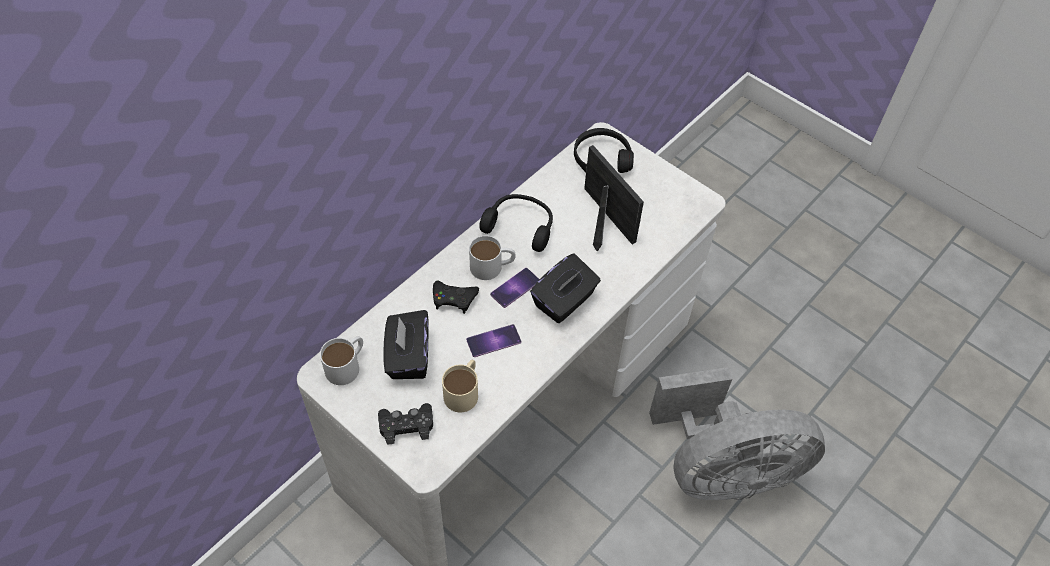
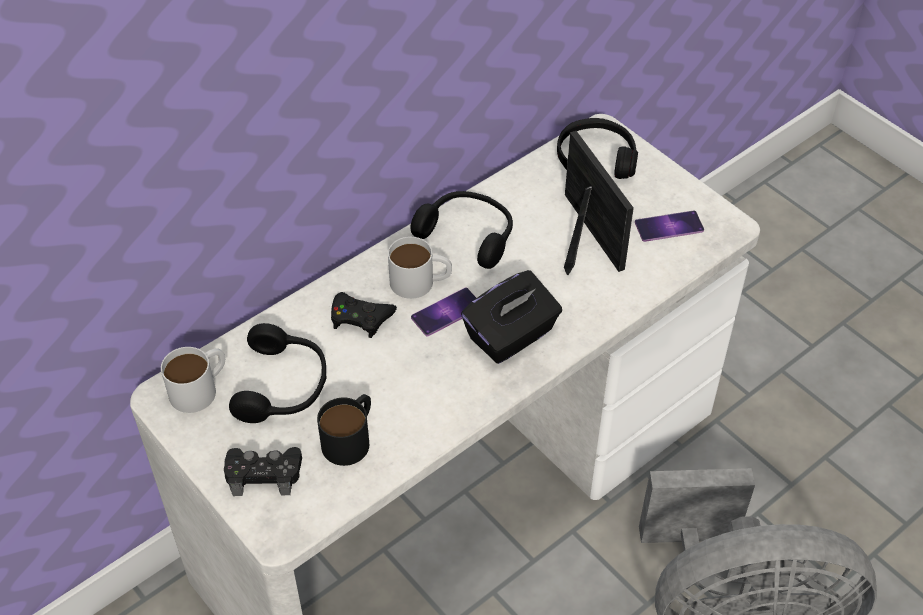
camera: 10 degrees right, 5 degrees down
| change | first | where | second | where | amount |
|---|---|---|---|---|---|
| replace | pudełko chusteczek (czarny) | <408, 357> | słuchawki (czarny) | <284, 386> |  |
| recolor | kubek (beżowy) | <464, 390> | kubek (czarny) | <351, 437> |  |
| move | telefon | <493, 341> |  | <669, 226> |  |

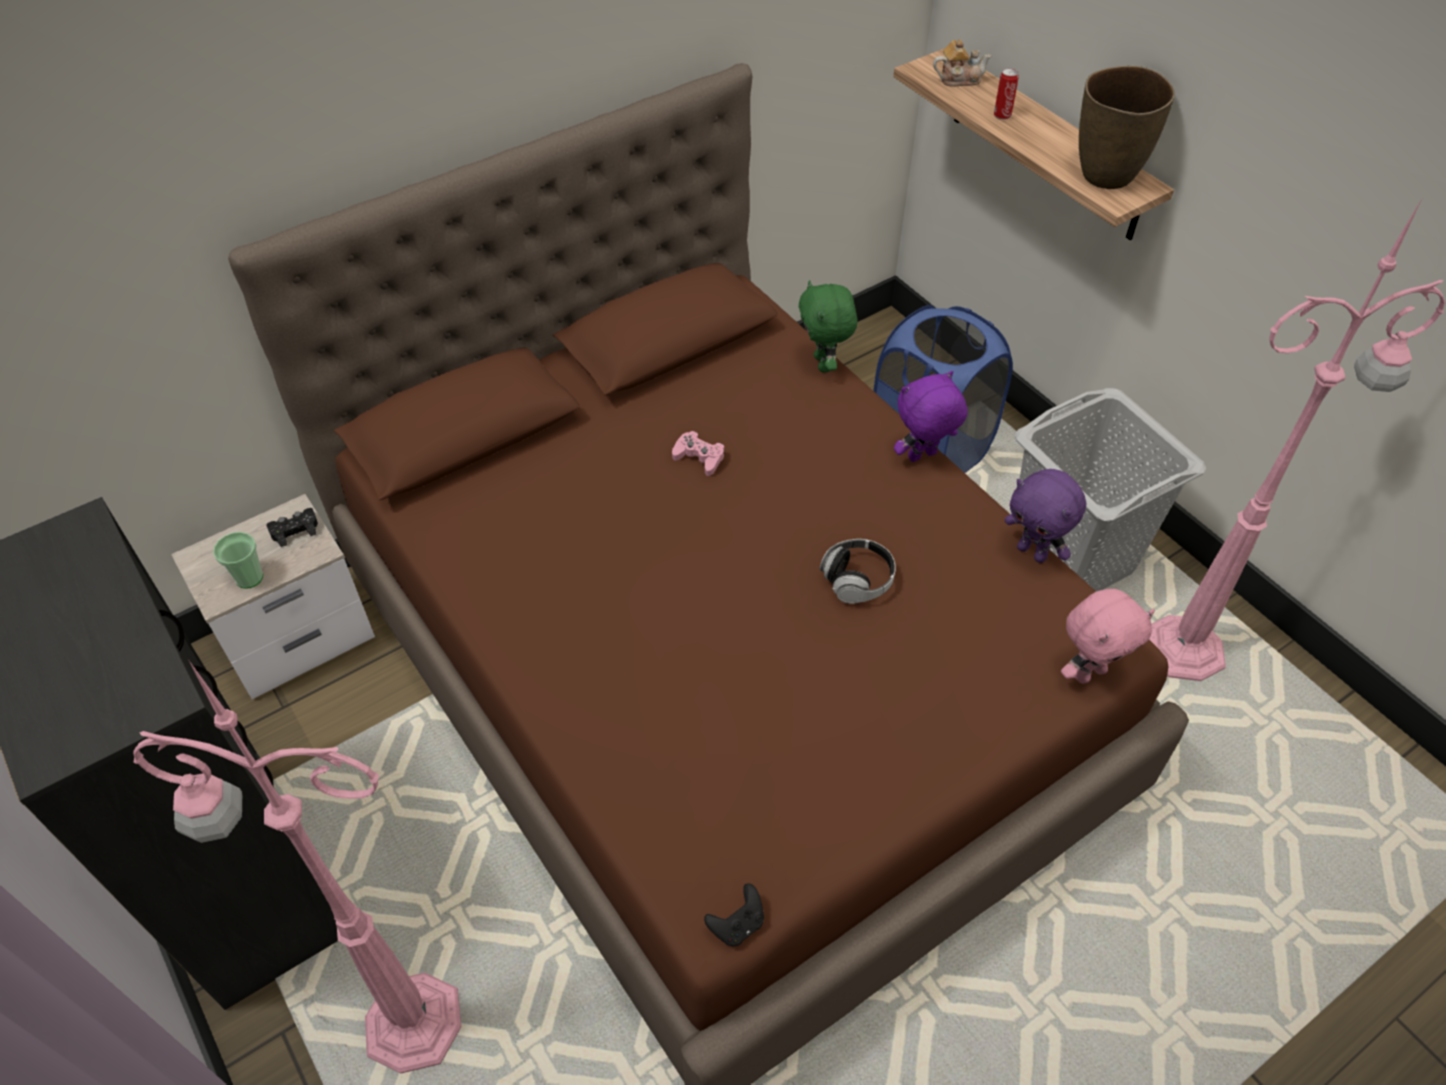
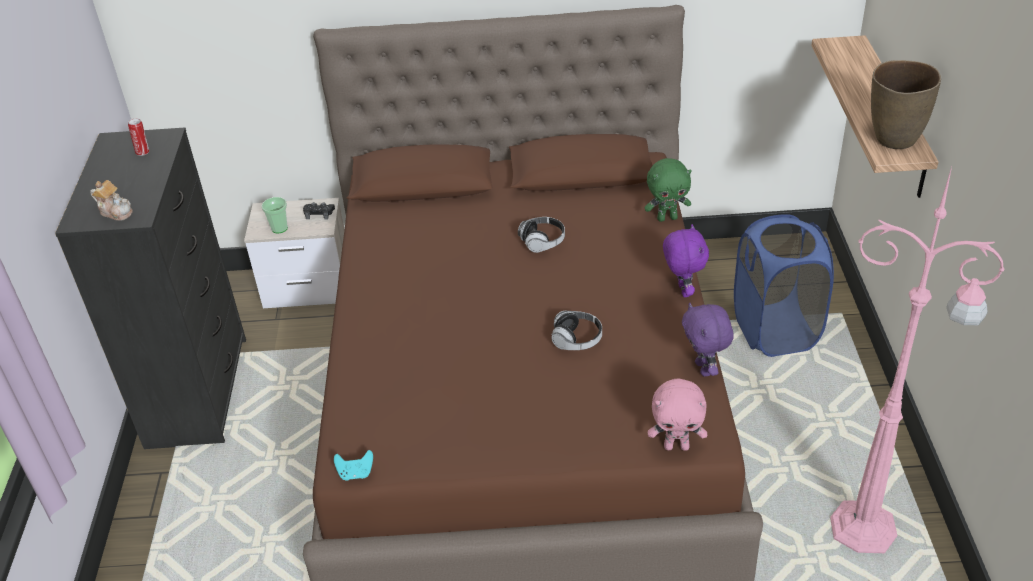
camera: 35 degrees right, 10 degrees down
| change | first | where | second | where | amount |
|---|---|---|---|---|---|
| move | imbryk | <959, 79> |  | <116, 212> |  |
| move | puszka | <1002, 115> |  | <143, 152> |  |
| recolor | pad do gier (czarny) | <737, 925> | pad do gier (turkusowy) | <355, 473> |  |
| replace | pad do gier (różowy) | <699, 457> | słuchawki | <542, 242> |  |
| rotate | pluszak (zielony) | <824, 364> |  | <667, 218> | 120 degrees counterclockwise |
| rotate | pluszak (fioletowy) | <922, 457> |  | <682, 290> | 75 degrees clockwise |
| delete | lampa stojąca (różowy) | <408, 1022> |  |  |  |
| delete | kosz na pranie (szary) | <1070, 559> |  |  |  |

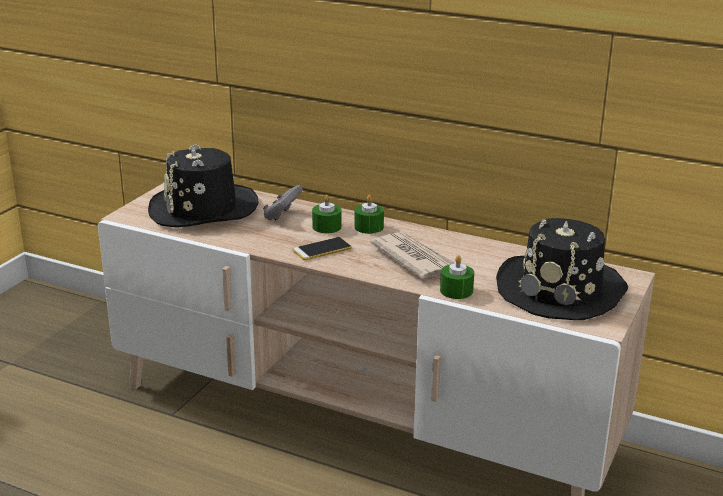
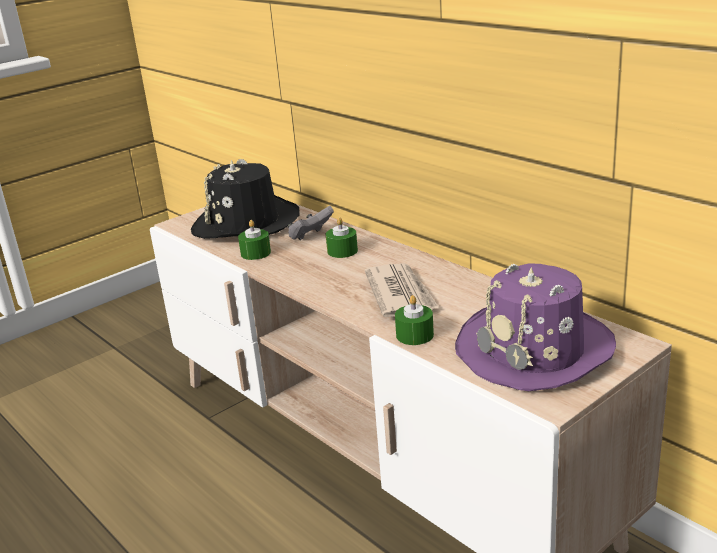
camera: 25 degrees right, 0 degrees up
| change | first | where | second | where | amount |
|---|---|---|---|---|---|
| move | świeca (zielony) | <369, 227> |  | <255, 253> |  |
| recolor | kapelusz (czarny) | <561, 290> | kapelusz (fioletowy) | <536, 350> |  |
| delete | telefon | <322, 249> |  |  |  |

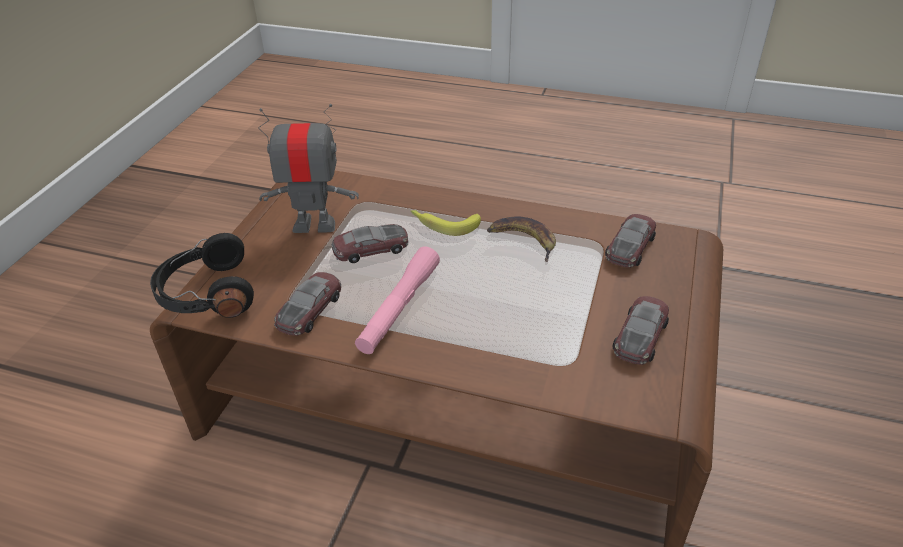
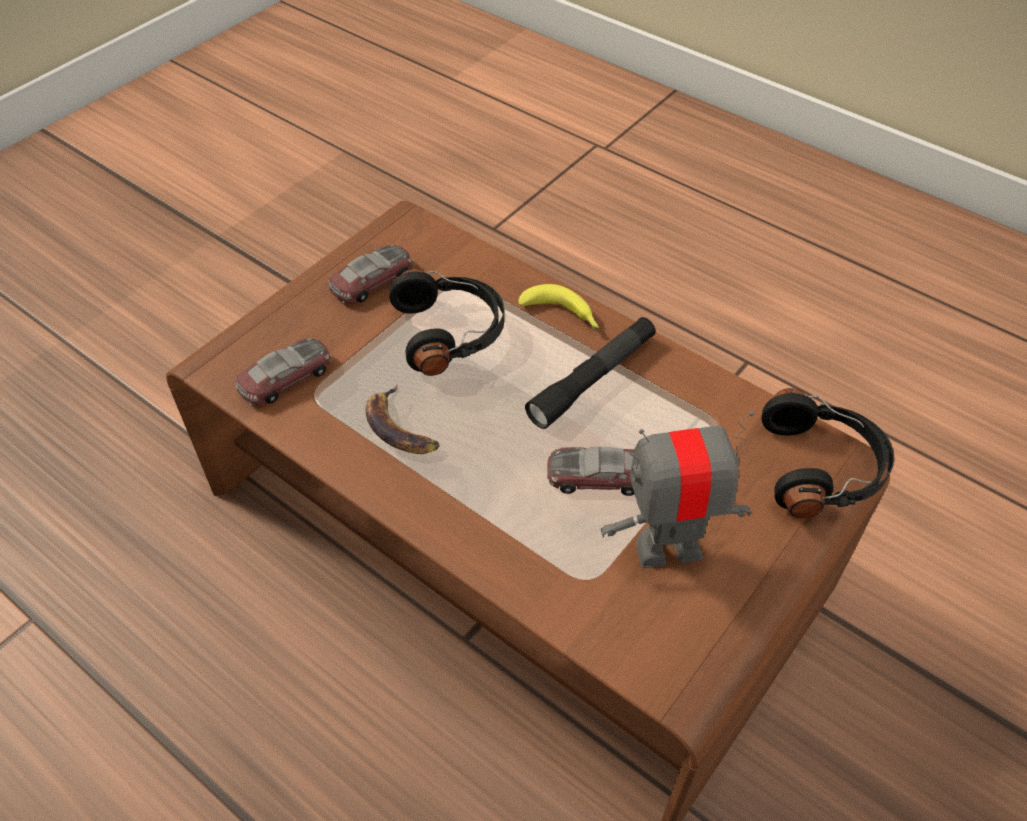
camera: 160 degrees left, 10 degrees up
| change | first | where | second | where | amount |
|---|---|---|---|---|---|
| insert |  |  | słuchawki (czarny) | <451, 333> |  |
| move | banan | <444, 224> |  | <562, 315> |  |
| recolor | latarka (różowy) | <399, 308> | latarka (czarny) | <592, 379> |  |
| rotate | robot zabawkowy | <314, 225> |  | <668, 548> | 150 degrees clockwise |
| delete | samochodzik | <310, 309> |  |  |  |

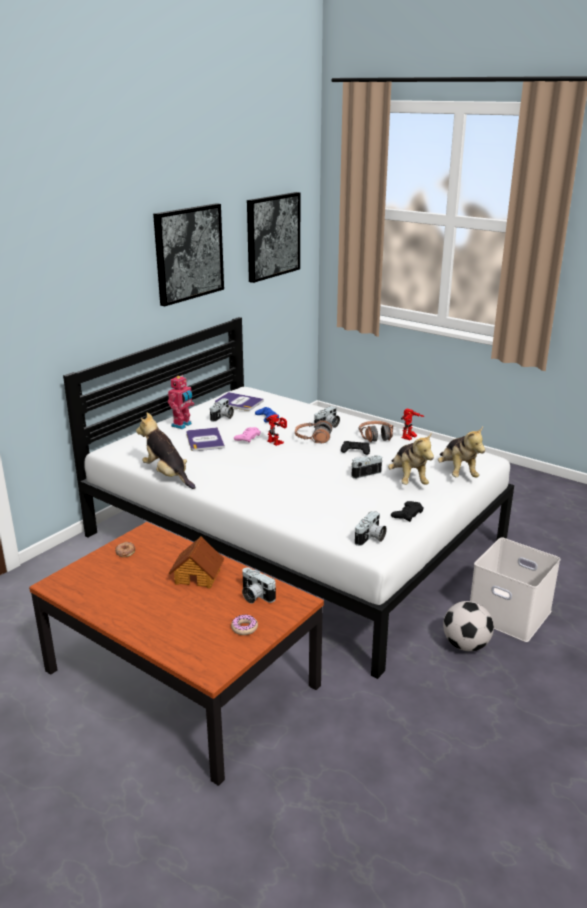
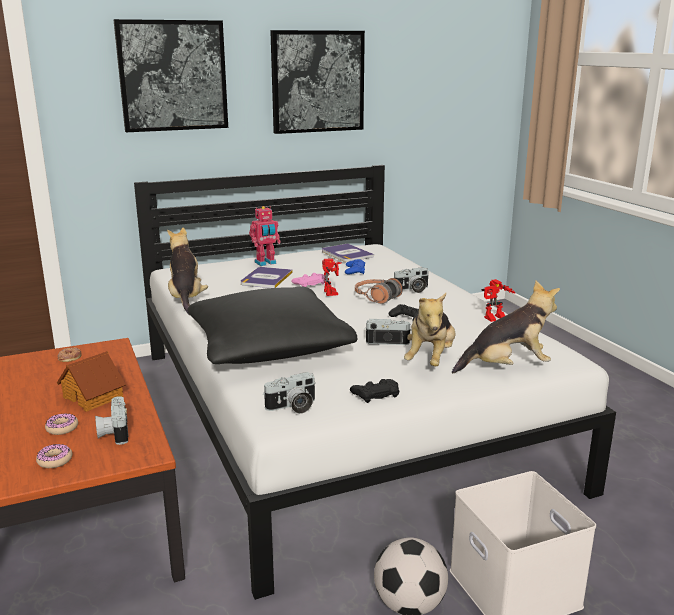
camera: 30 degrees right, 5 degrees down
| change | first | where | second | where | amount |
|---|---|---|---|---|---|
| insert |  |  | donut | <62, 428> |  |
| move | obraz | <272, 236> |  | <172, 76> |  |
| insert |  |  | poduszka (czarny) | <268, 347> |  |
| rotate | pluszak | <457, 472> |  | <507, 367> | 120 degrees counterclockwise |
| delete | aparat fotograficzny | <222, 417> |  |  |  |
| delete | słuchawki | <376, 436> |  |  |  |

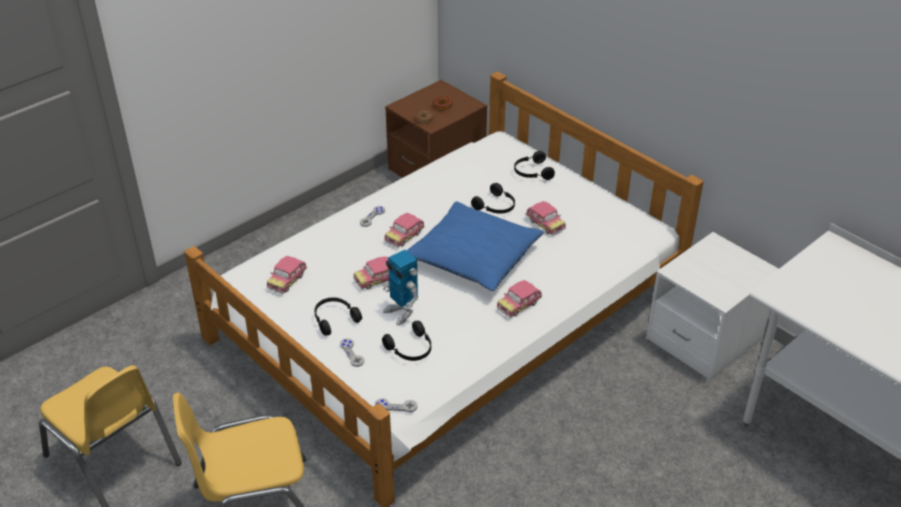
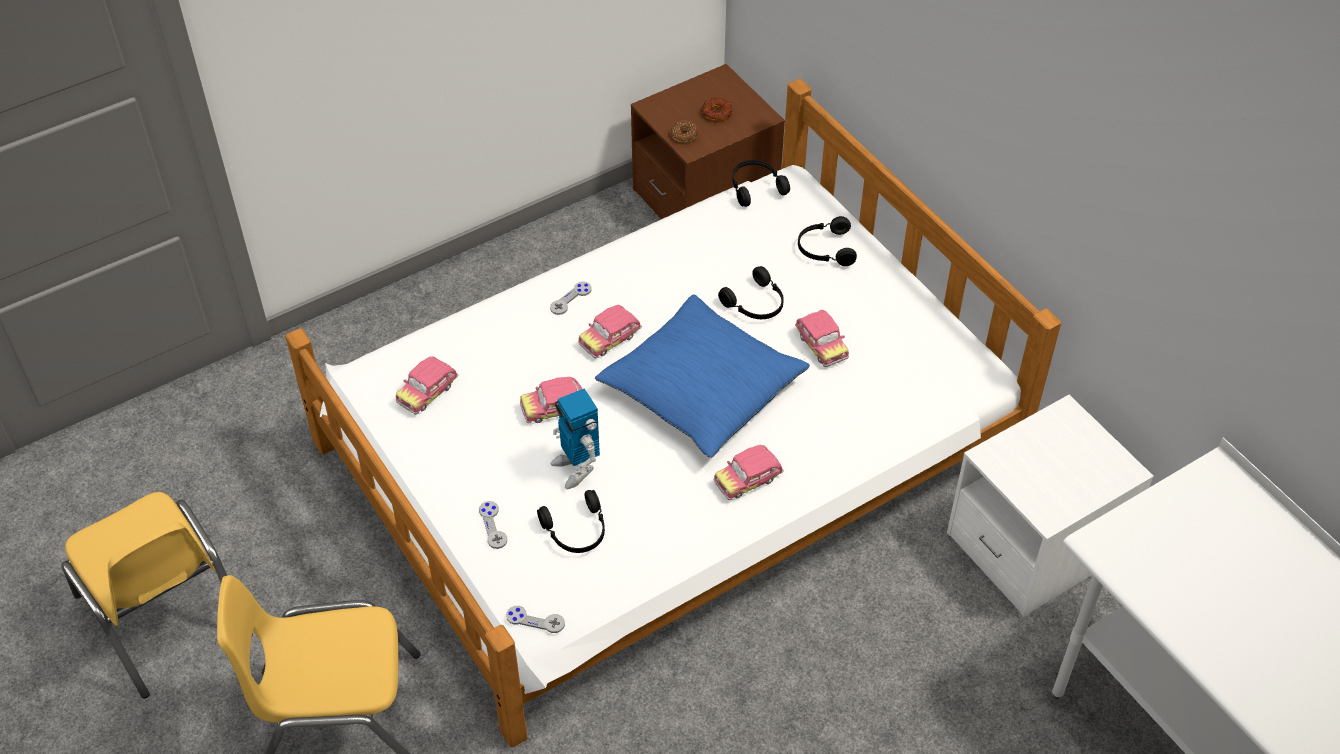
camera: 10 degrees right, 10 degrees up
| change | first | where | second | where | amount |
|---|---|---|---|---|---|
| move | słuchawki (czarny) | <334, 319> |  | <755, 187> |  |

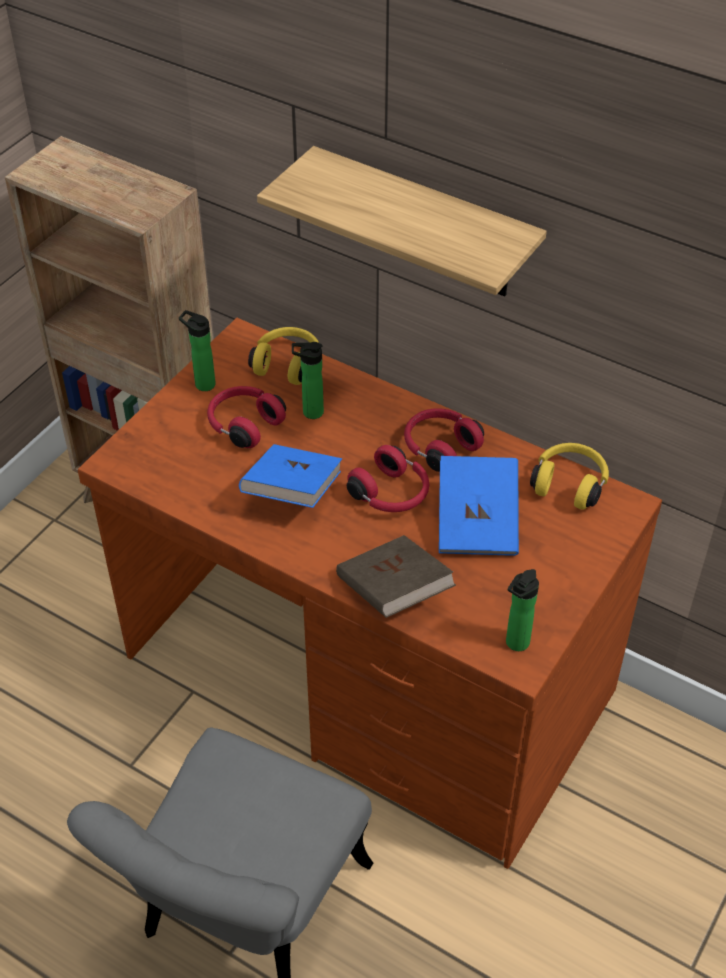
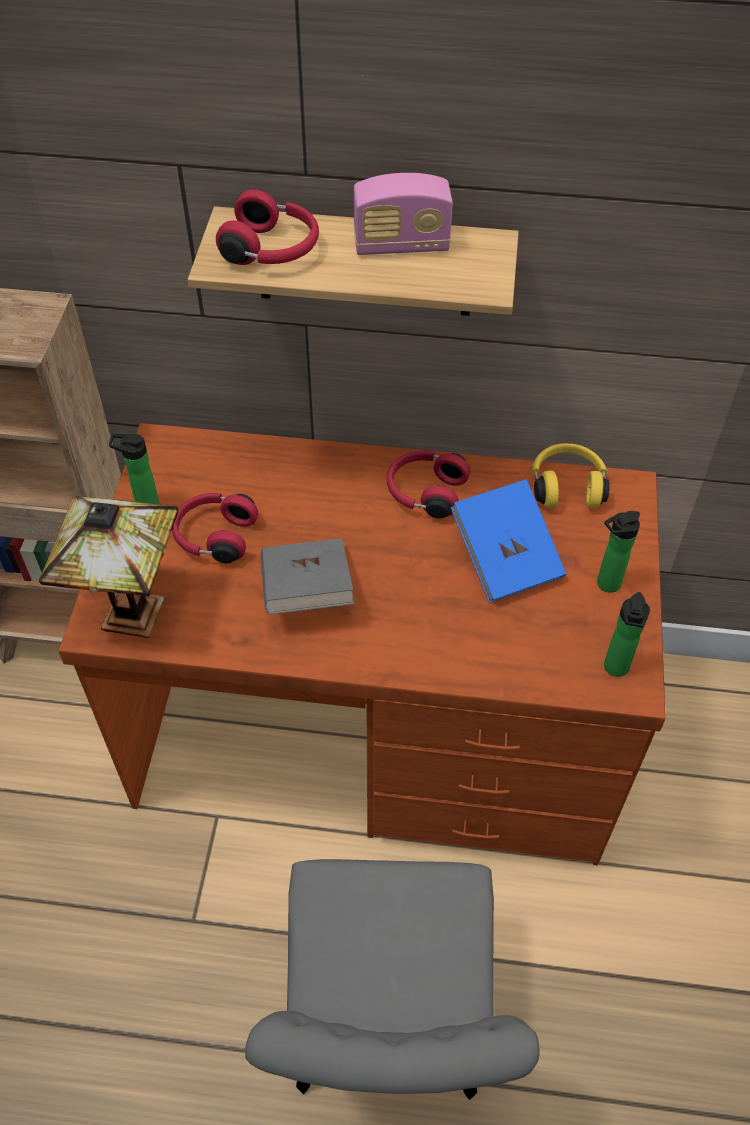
camera: 25 degrees left, 5 degrees up
| change | first | where | second | where | amount |
|---|---|---|---|---|---|
| insert |  |  | lampa stołowa | <134, 618> |  |
| move | słuchawki (czerwony) | <391, 494> |  | <272, 250> |  |
| recolor | książka (niebieski) | <292, 492> | książka (szary) | <306, 592> |  |
| insert |  |  | radio | <401, 245> |  |
| move | butelka | <309, 412> |  | <605, 584> |  |
| delete | słuchawki (żółty) | <288, 364> |  |  |  |
| delete | książka (brązowy) | <393, 593> |  |  |  |

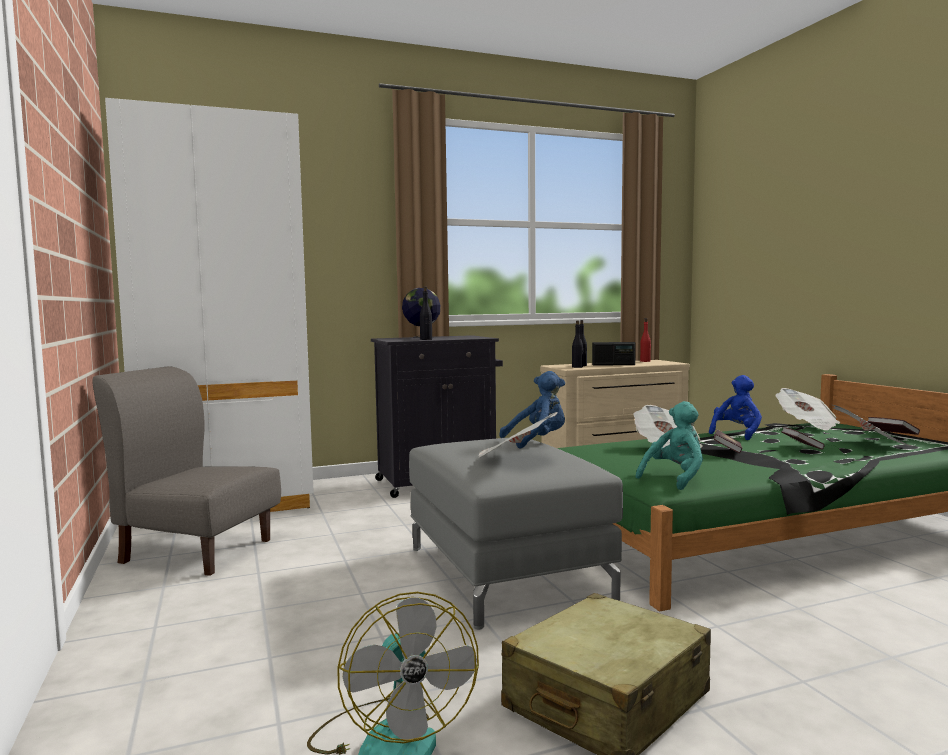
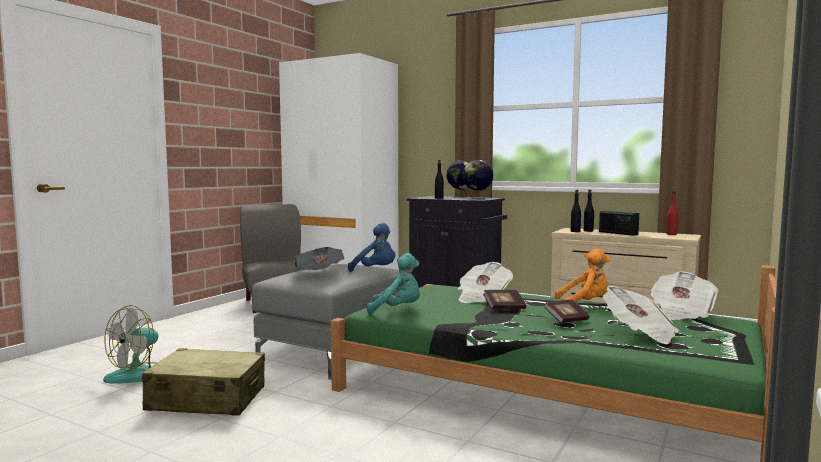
camera: 50 degrees right, 0 degrees up
| change | first | where | second | where | amount |
|---|---|---|---|---|---|
| insert |  |  | globus | <477, 199> |  |
| recolor | pluszak (niebieski) | <736, 433> | pluszak (pomarańczowy) | <585, 304> |  |
| delete | książka | <892, 434> |  |  |  |

